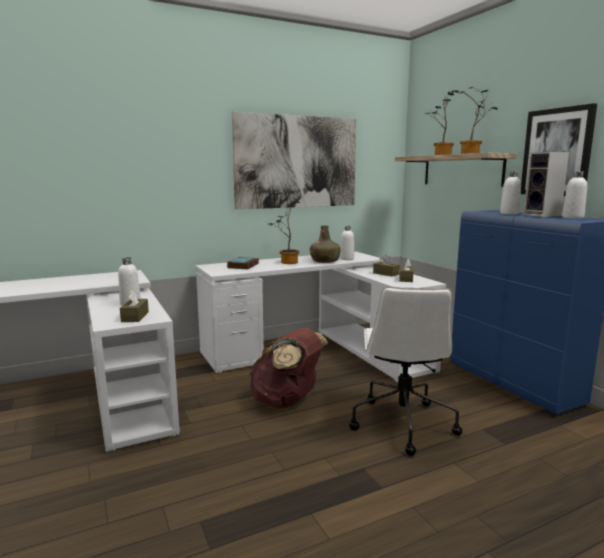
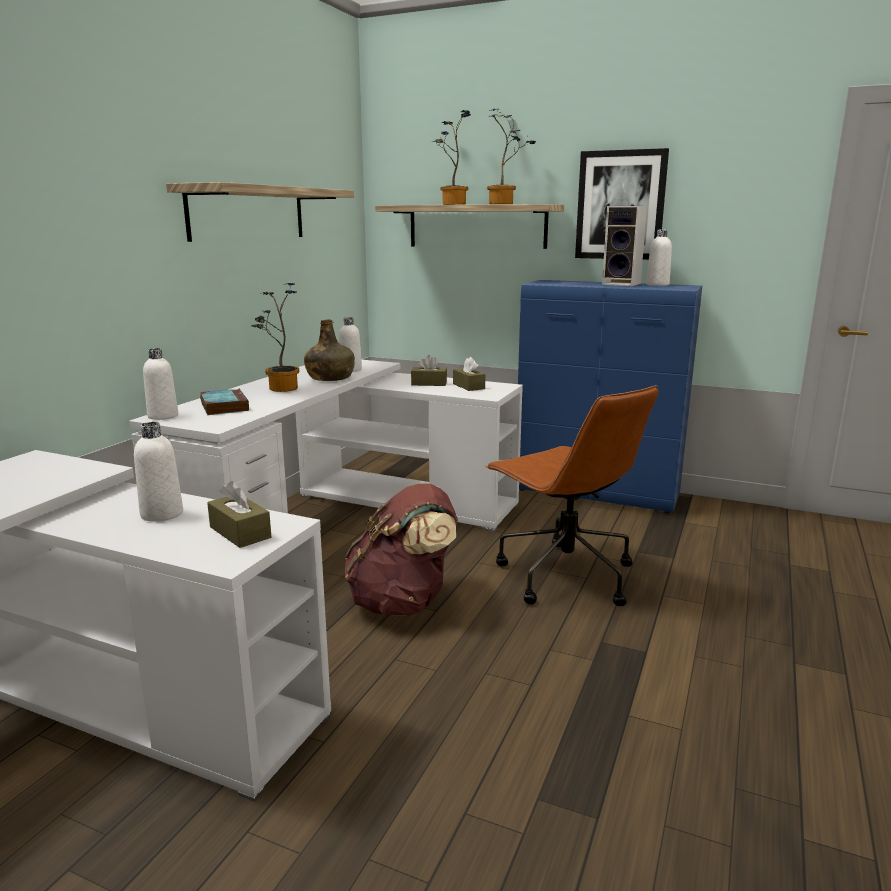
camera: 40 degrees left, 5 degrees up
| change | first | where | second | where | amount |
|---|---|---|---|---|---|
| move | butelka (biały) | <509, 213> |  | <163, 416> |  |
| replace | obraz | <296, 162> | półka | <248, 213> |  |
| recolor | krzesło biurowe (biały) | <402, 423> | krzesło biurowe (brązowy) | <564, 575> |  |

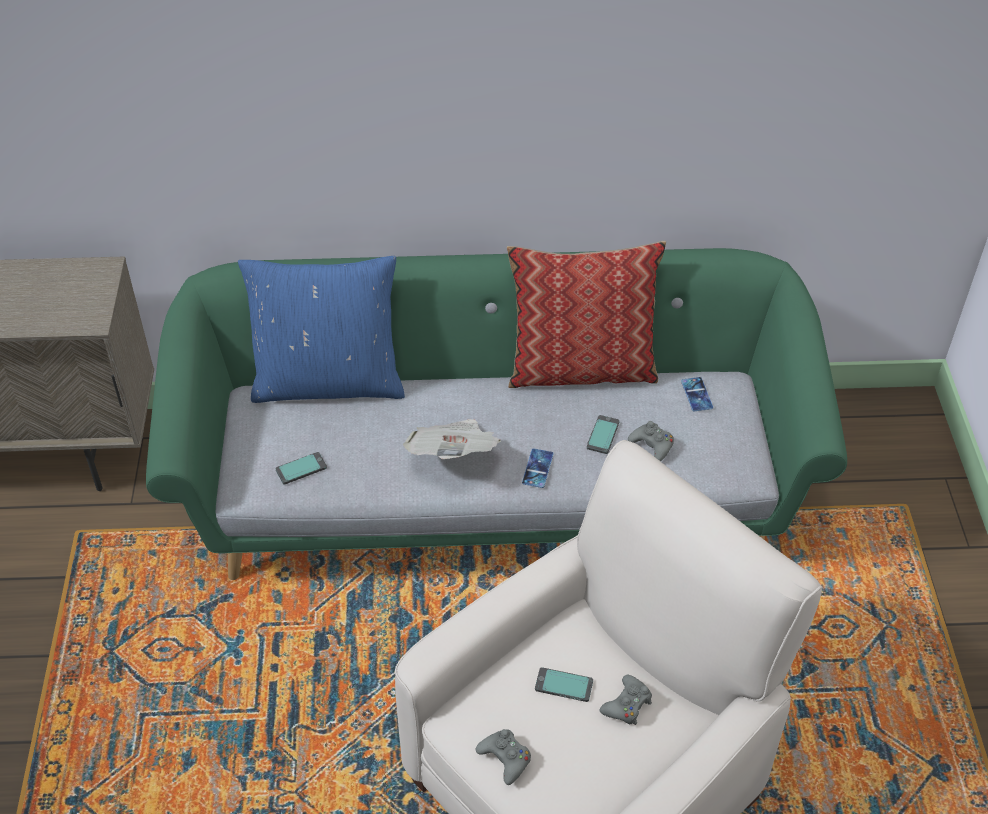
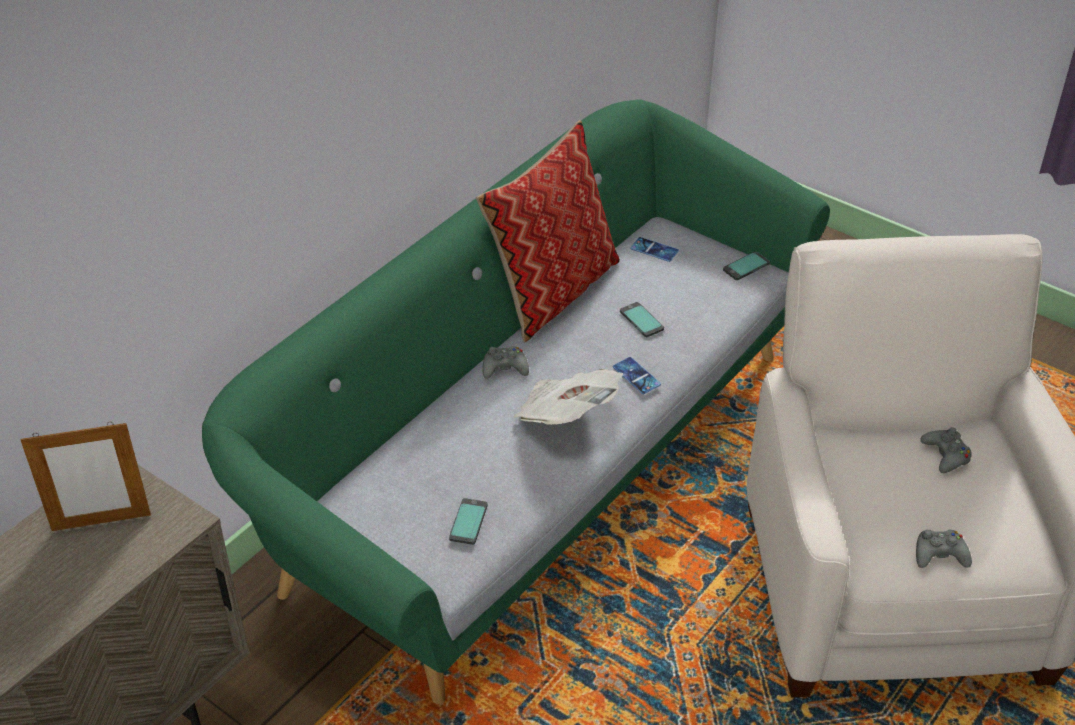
camera: 50 degrees left, 5 degrees down
| change | first | where | second | where | amount |
|---|---|---|---|---|---|
| insert |  |  | ramka na zdjęcie | <101, 522> |  |
| move | pad do gier (szary) | <652, 445> |  | <505, 368> |  |
| move | telefon | <563, 685> |  | <746, 267> |  |
| delete | poduszka (niebieski) | <329, 382> |  |  |  |

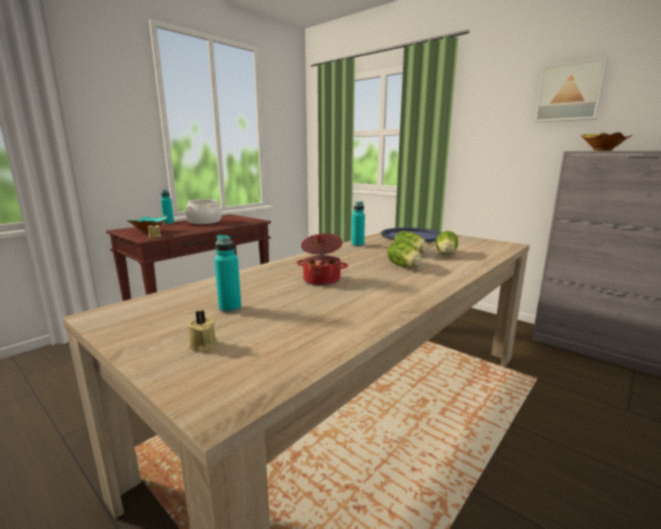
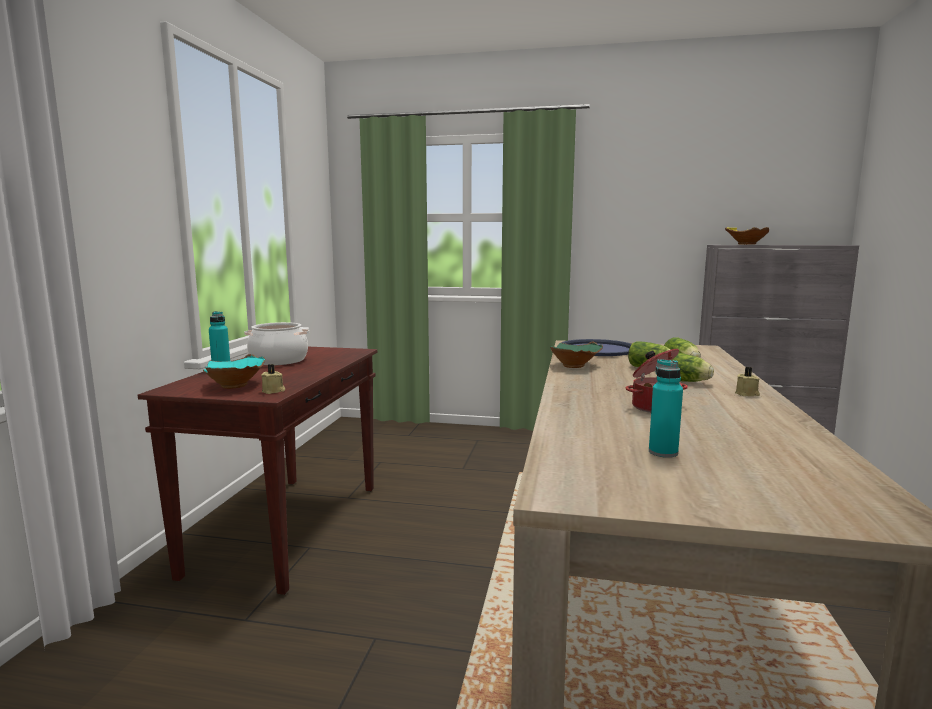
camera: 30 degrees left, 5 degrees down
| change | first | where | second | where | amount |
|---|---|---|---|---|---|
| replace | butelka (turkusowy) | <357, 245> | miska (zielony) | <575, 366> |  |
| move | świeca (beżowy) | <203, 346> |  | <747, 394> |  |
| delete | obraz | <569, 92> |  |  |  |

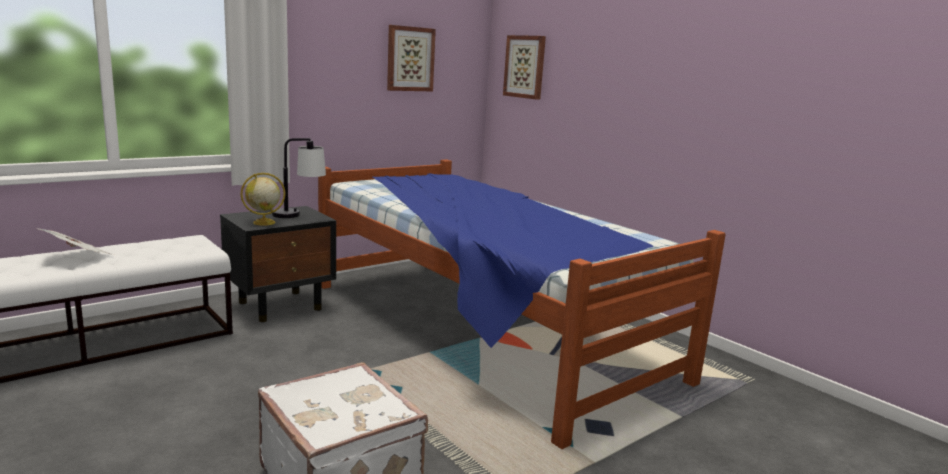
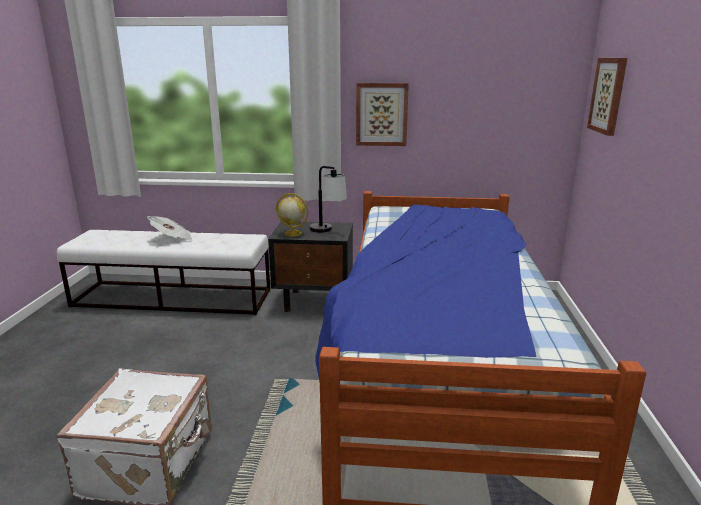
camera: 45 degrees right, 5 degrees up
| change | first | where | second | where | amount |
|---|---|---|---|---|---|
| move | obraz | <410, 59> |  | <381, 114> |  |

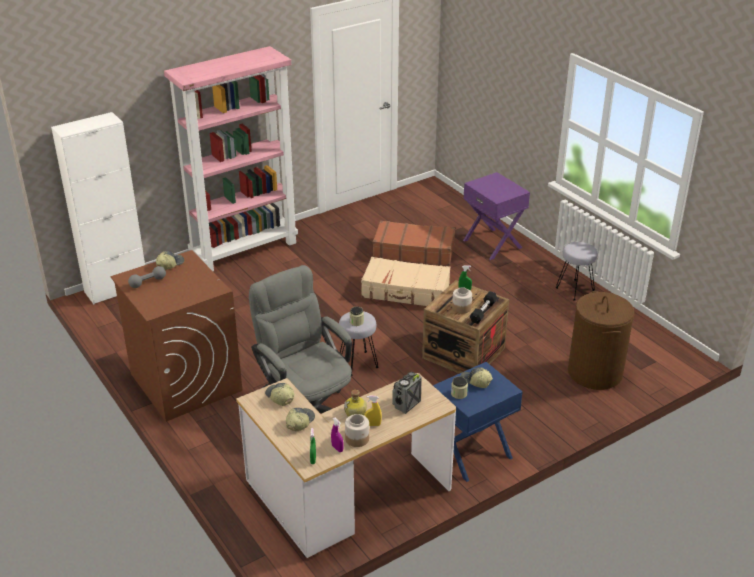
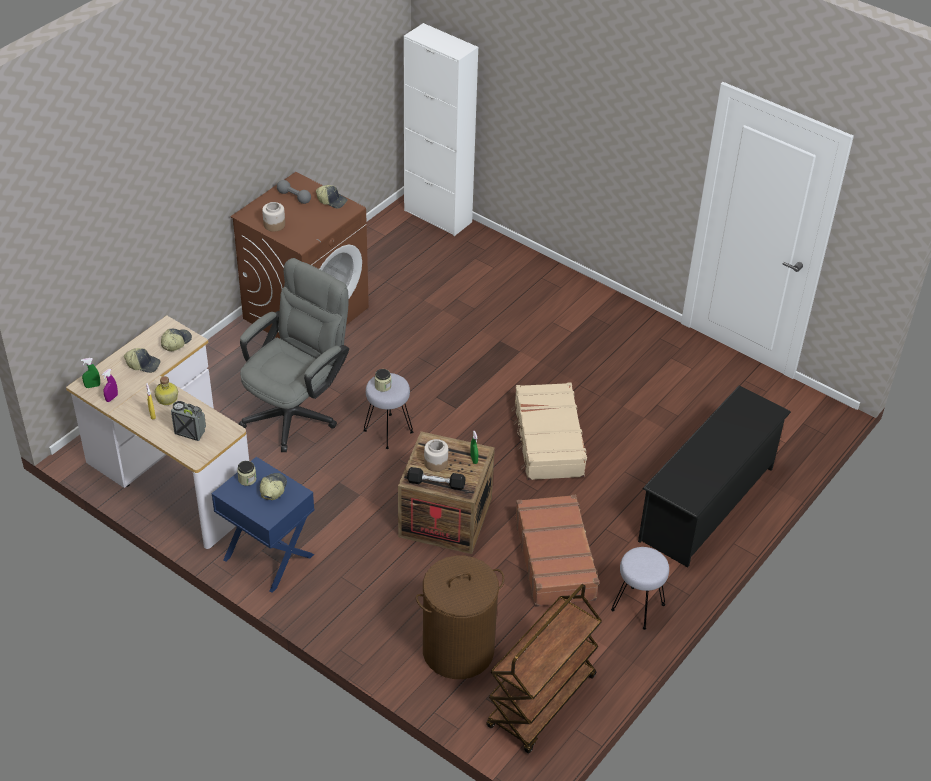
camera: 70 degrees right, 10 degrees up
| change | first | where | second | where | amount |
|---|---|---|---|---|---|
| move | słoik | <357, 439> |  | <274, 225> |  |
| insert |  |  | wózek (brązowy) | <542, 703> |  |
| move | walizka (brązowy) | <413, 251> |  | <555, 559> |  |
| replace | szafka nocna (fioletowy) | <493, 244> | regał na buty (czarny) | <707, 503> |  |
| delete | regał (różowy) | <244, 250> |  |  |  |

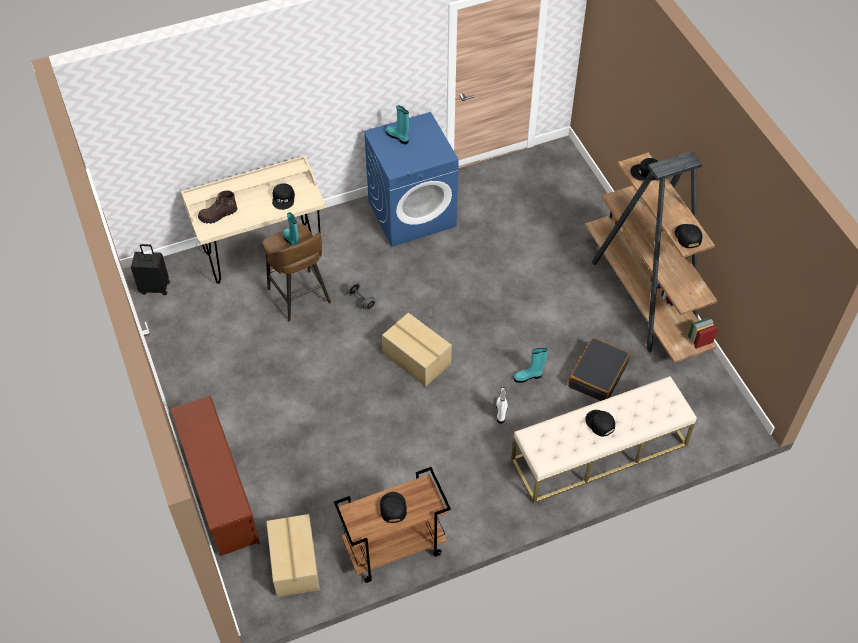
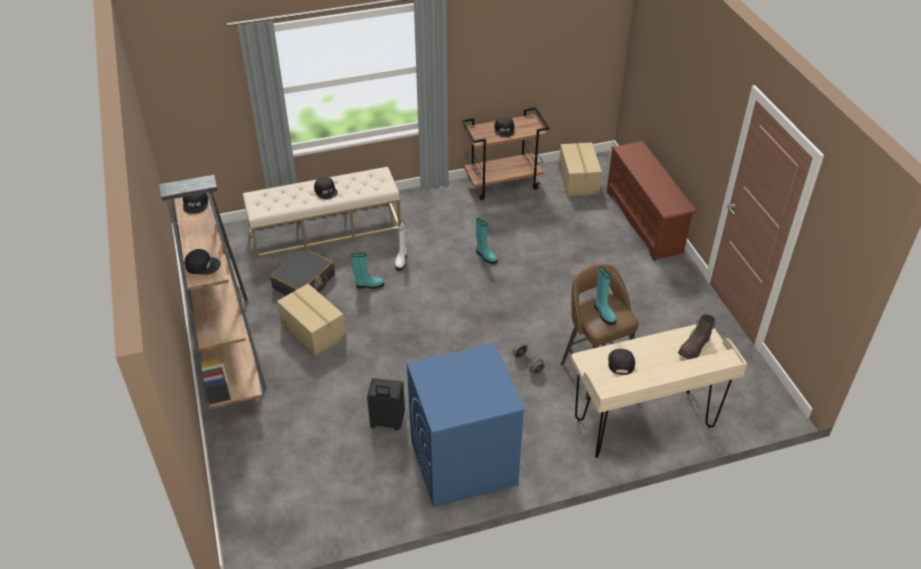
camera: 175 degrees left, 10 degrees down
| change | first | where | second | where | amount |
|---|---|---|---|---|---|
| move | karton | <416, 359> |  | <314, 330> |  |
| move | walizka (czarny) | <155, 287> |  | <387, 422> |  |
| move | but z cholewką (turkusowy) | <398, 137> |  | <485, 256> |  |
| rotate | but z cholewką (brązowy) | <218, 215> |  | <694, 347> | 150 degrees clockwise |

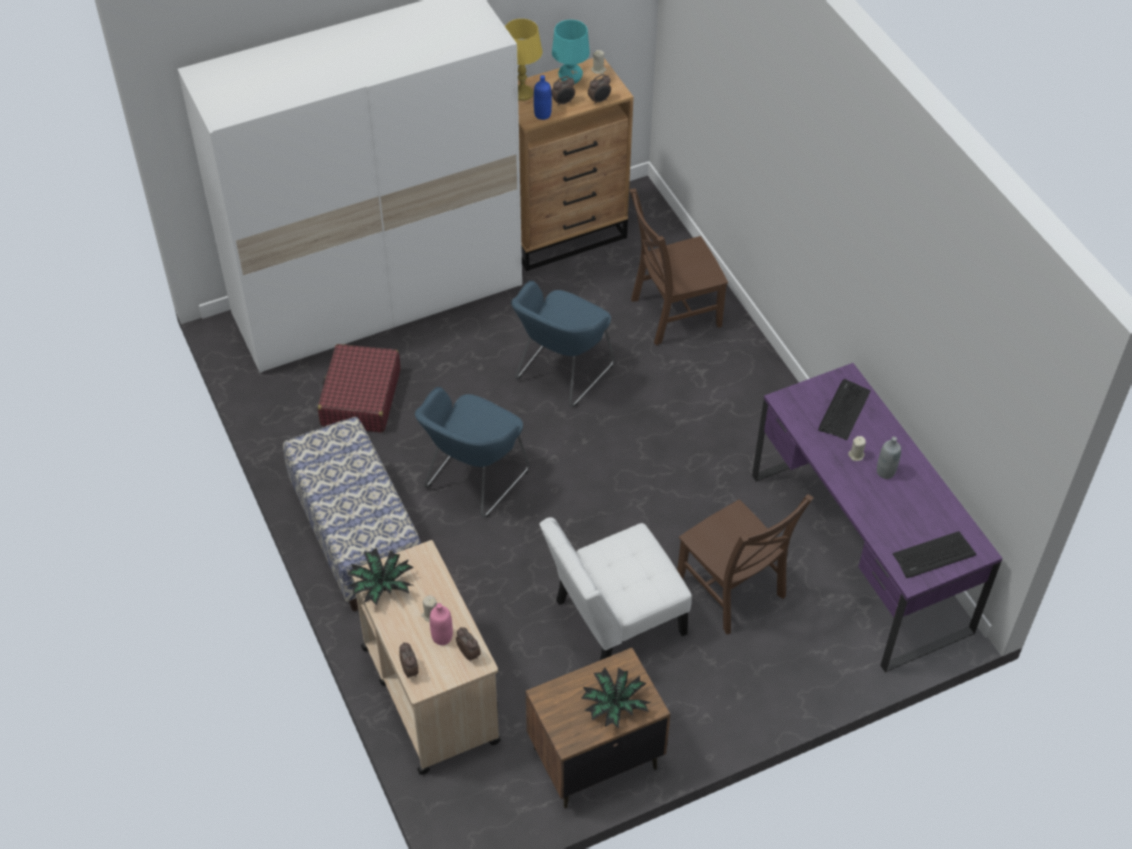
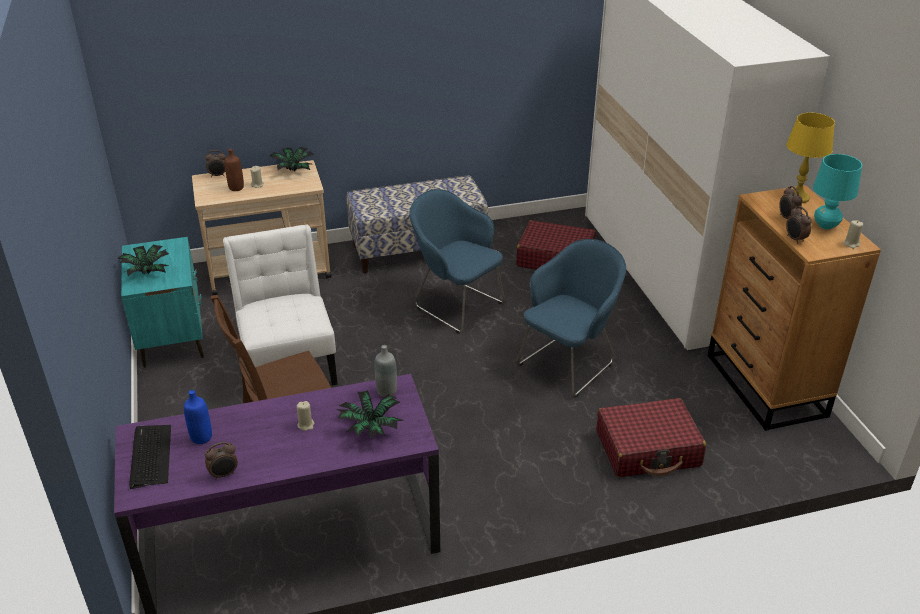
camera: 100 degrees right, 15 degrees down
| change | first | where | second | where | amount |
|---|---|---|---|---|---|
| recolor | szafka nocna (brązowy) | <594, 758> | szafka nocna (turkusowy) | <173, 338> |  |
| move | butelka (niebieski) | <542, 114> |  | <201, 437> |  |
| move | budzik | <469, 653> |  | <224, 474> |  |
| recolor | butelka (różowy) | <442, 637> | butelka (brązowy) | <236, 188> |  |
| replace | klawiatura | <844, 410> | roślina doniczkowa | <370, 427> |  |
| move | butelka (szary) | <885, 472> |  | <386, 391> |  |
| rotate | fotel (niebieski) | <560, 374> |  | <569, 363> | 90 degrees clockwise |
| replace | krzesło (brązowy) | <672, 313> | walizka (czerwony) | <648, 449> |  |

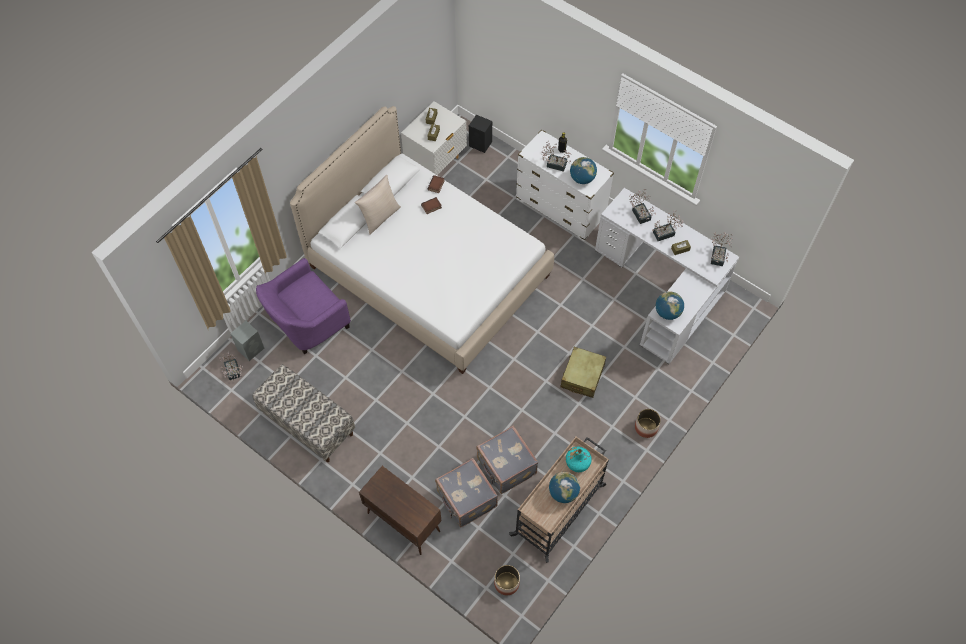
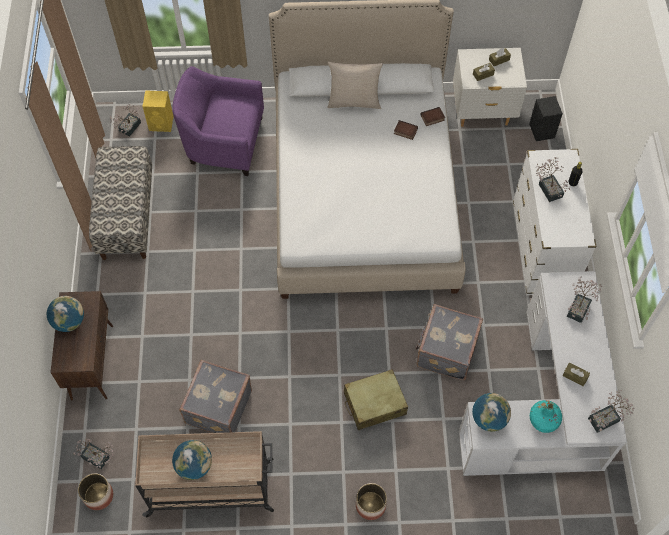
camera: 50 degrees right, 0 degrees up
| change | first | where | second | where | amount |
|---|---|---|---|---|---|
| move | globus | <582, 178> |  | <69, 321> |  |
| move | roślina doniczkowa | <666, 233> |  | <98, 459> |  |
| recolor | głośnik (szary) | <251, 348> | głośnik (żółty) | <162, 123> |  |
| move | walizka (szary) | <466, 500> |  | <445, 351> |  |
| move | butelka (turkusowy) | <577, 462> |  | <544, 420> |  |

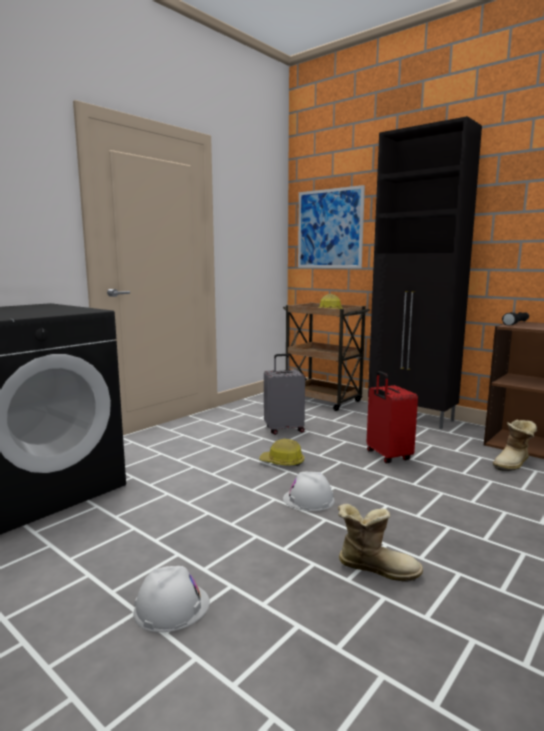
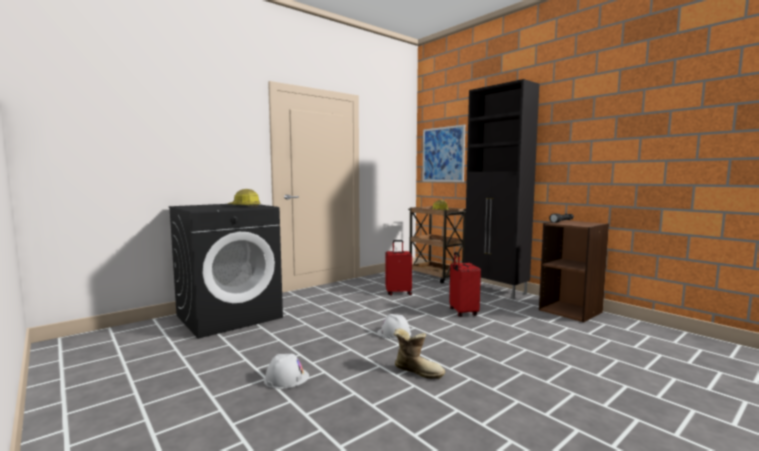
camera: 10 degrees right, 5 degrees down
| change | first | where | second | where | amount |
|---|---|---|---|---|---|
| move | kask | <282, 462> |  | <244, 207> |  |
| recolor | walizka (szary) | <284, 429> | walizka (czerwony) | <398, 293> |  |
| delete | but z cholewką | <513, 464> |  |  |  |

